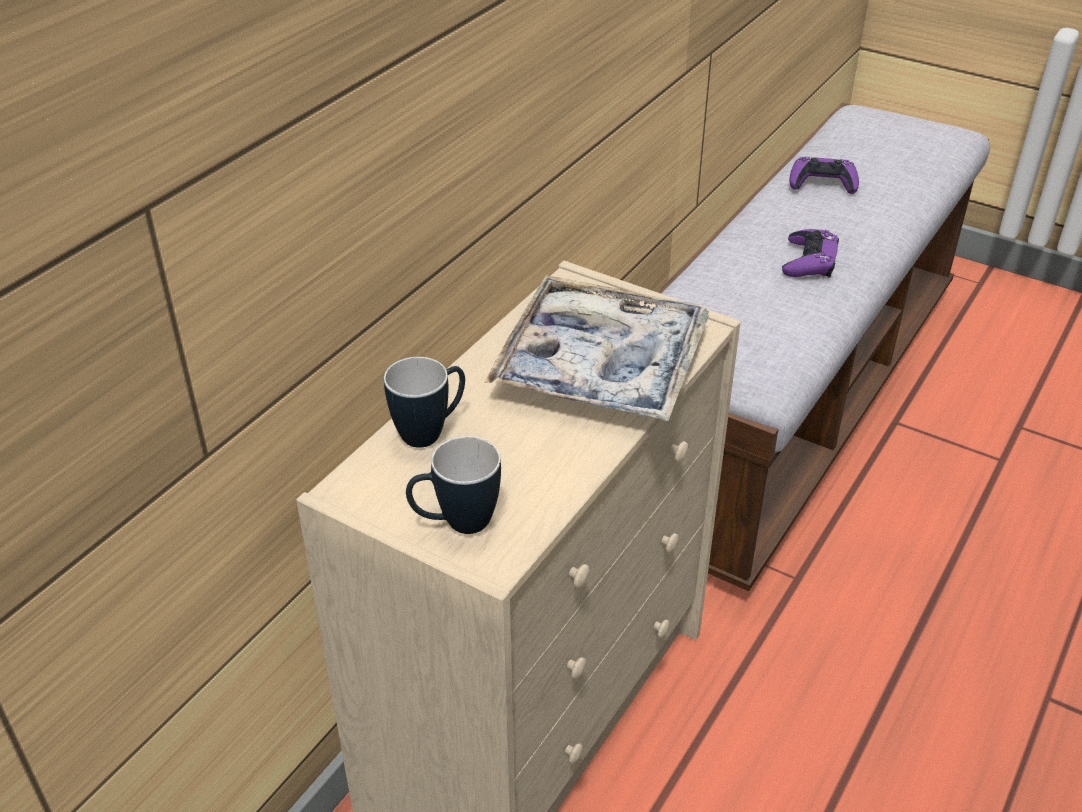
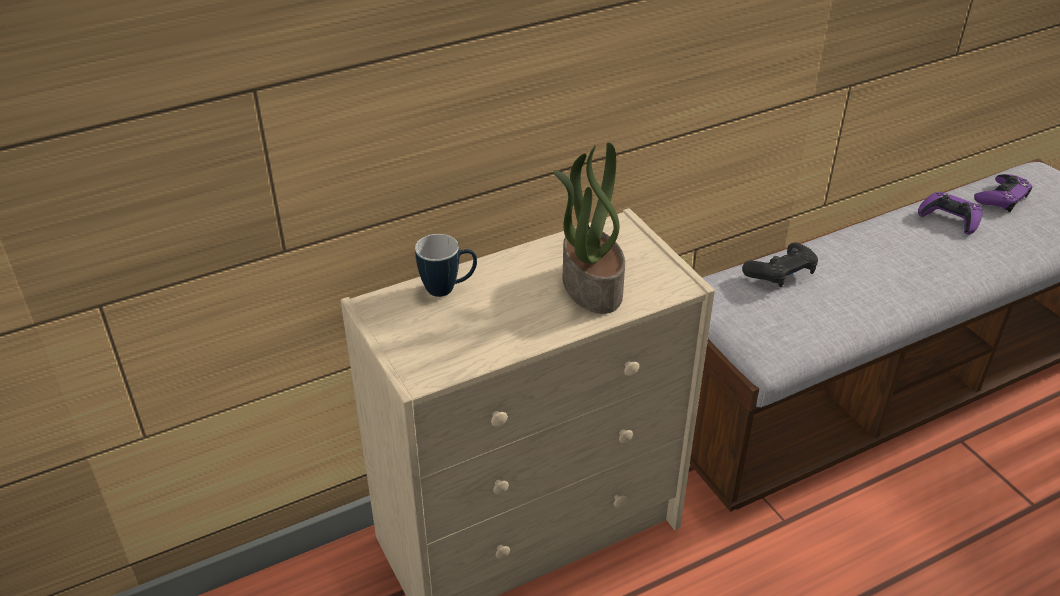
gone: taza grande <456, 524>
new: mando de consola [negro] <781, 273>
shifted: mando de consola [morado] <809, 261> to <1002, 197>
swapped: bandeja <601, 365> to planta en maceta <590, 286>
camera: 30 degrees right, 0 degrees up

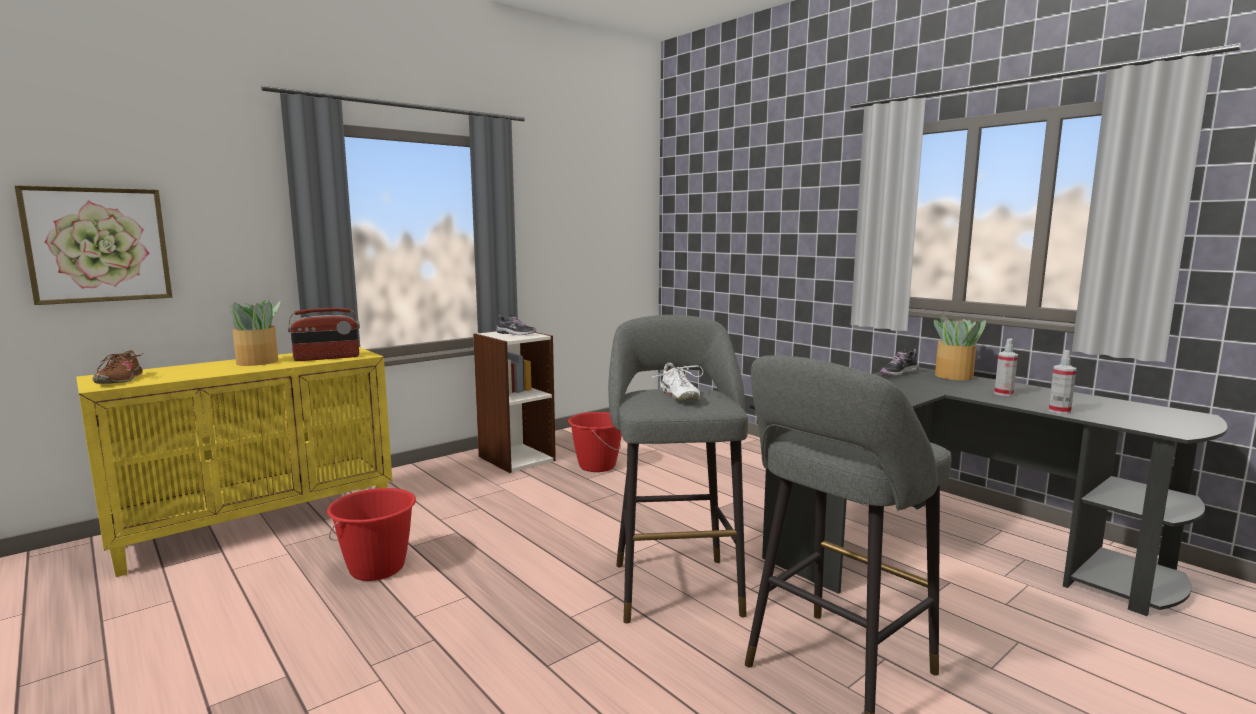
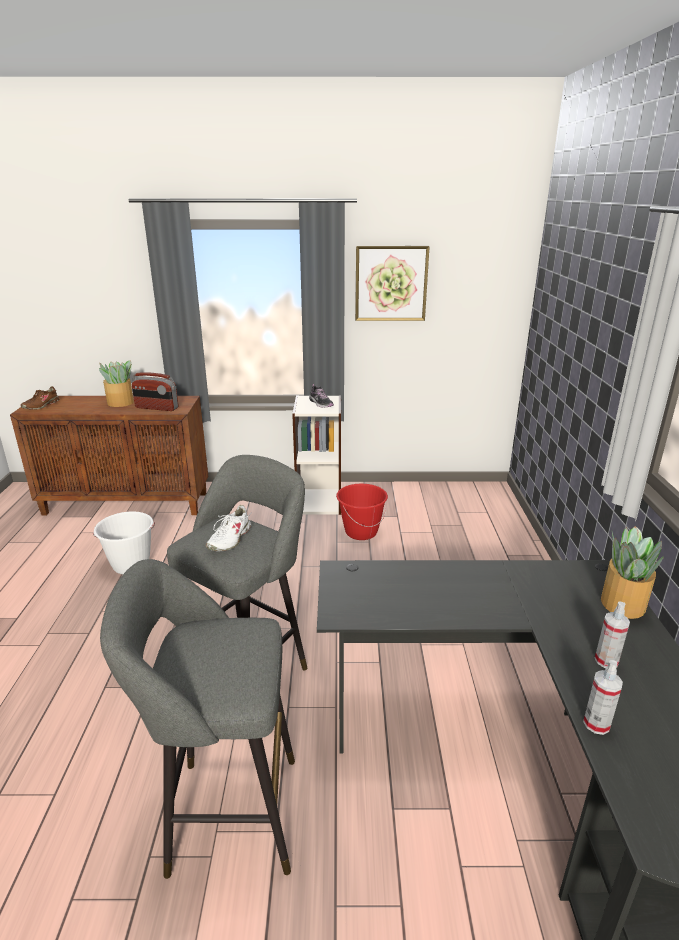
gone: zapato <898, 373>
shifted: cuadro <98, 245> to <391, 283>
repainted: armario [amarillo] <260, 524> to armario [marrón] <128, 503>; cubo [rojo] <377, 568> to cubo [blanco] <131, 565>
camera: 40 degrees right, 15 degrees up

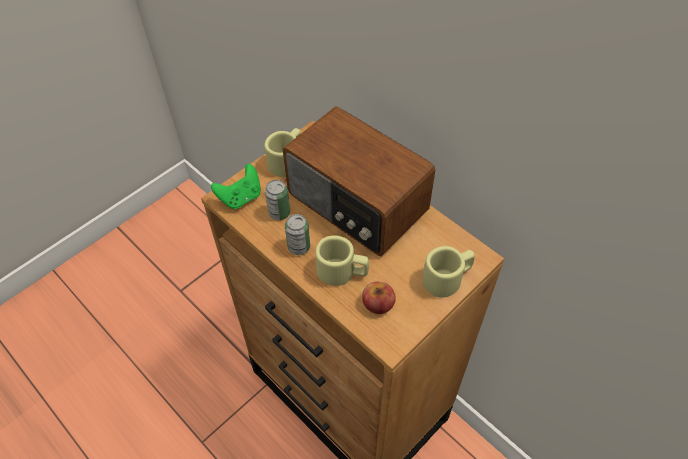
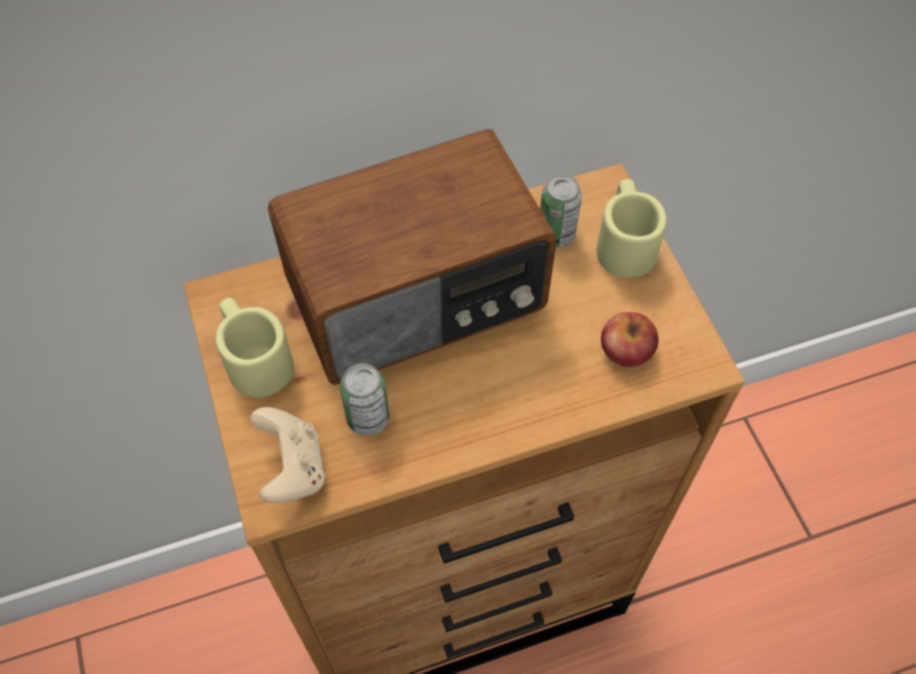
gone: taza grande [beis] <343, 272>
shifted: lata <299, 247> to <556, 234>
repainted: mando de consola [verde] <241, 197> to mando de consola [beis] <293, 469>
camera: 65 degrees left, 5 degrees up

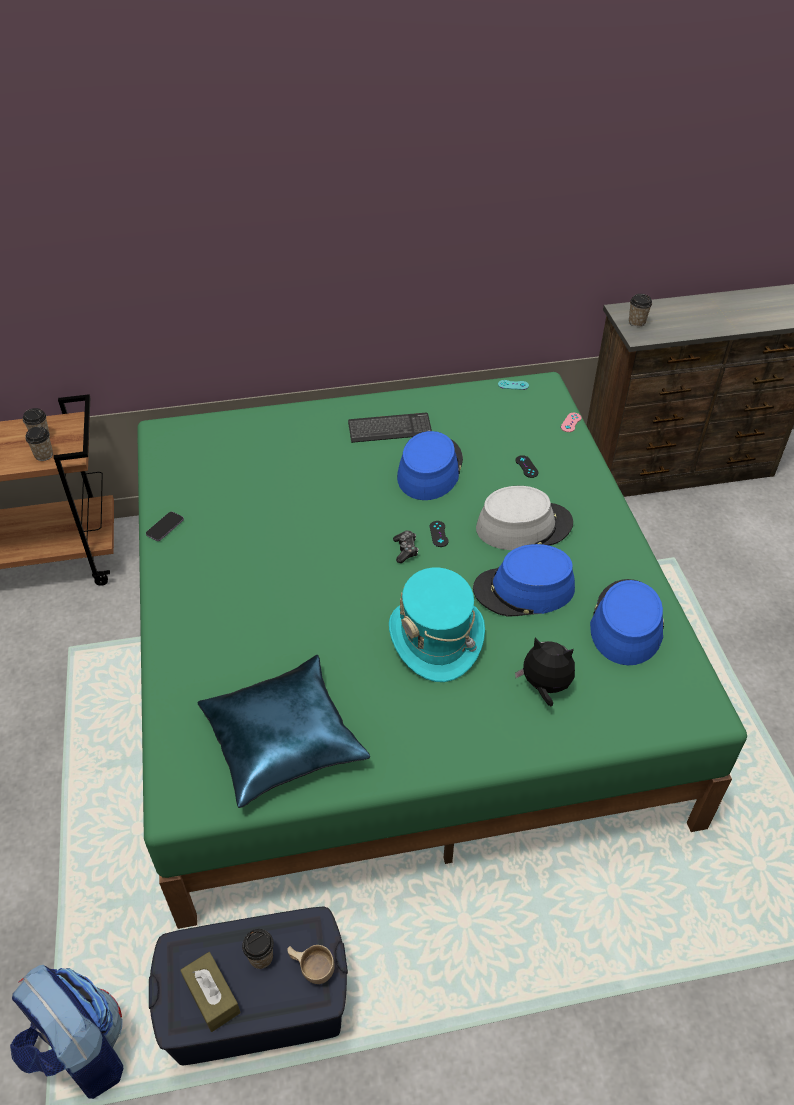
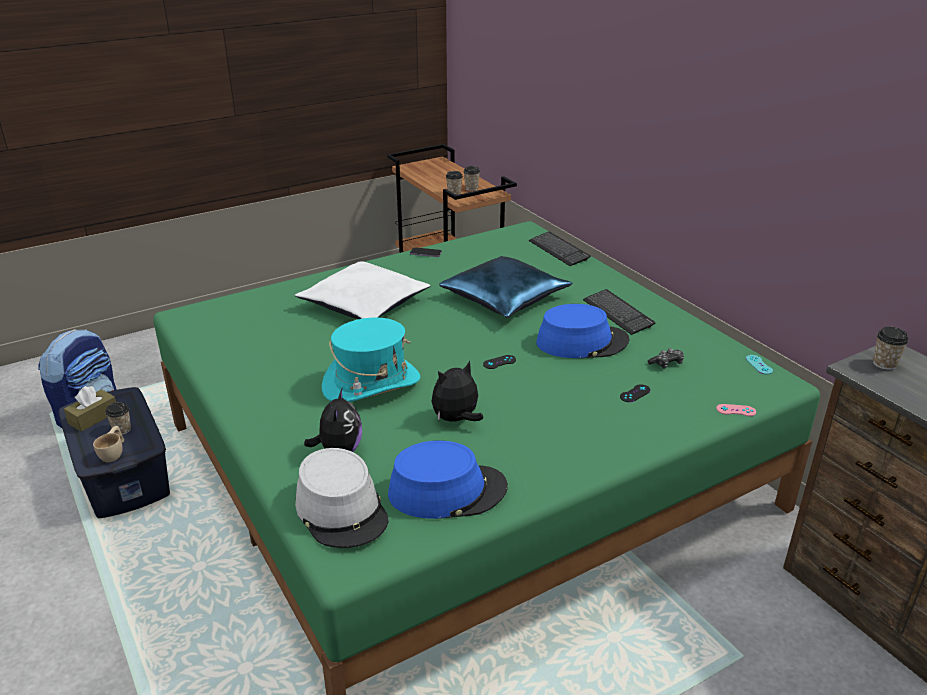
new: cojín [blanco] <365, 304>; teclado <559, 250>
shifted: sombrero [gris] <523, 526> to <342, 510>; cojín [azul] <282, 739> to <505, 297>; mando de consola <405, 550> to <666, 363>
swapped: sombrero [azul] <524, 590> to peluche <456, 420>
camera: 70 degrees right, 15 degrees down

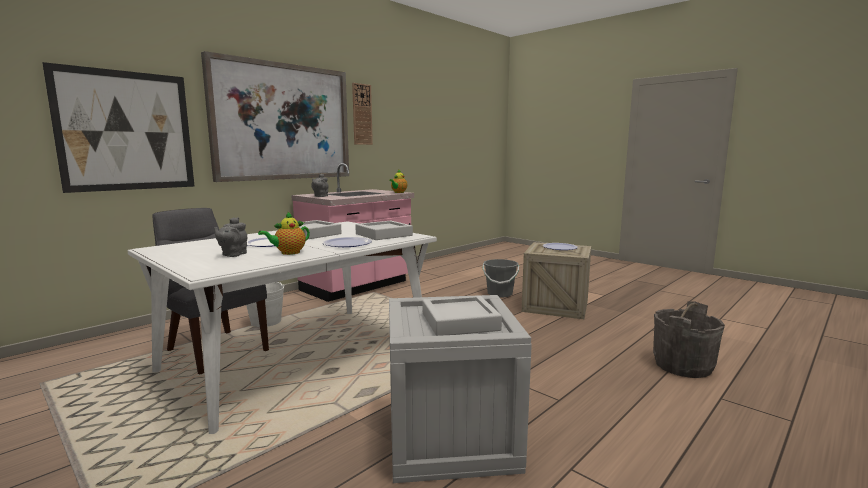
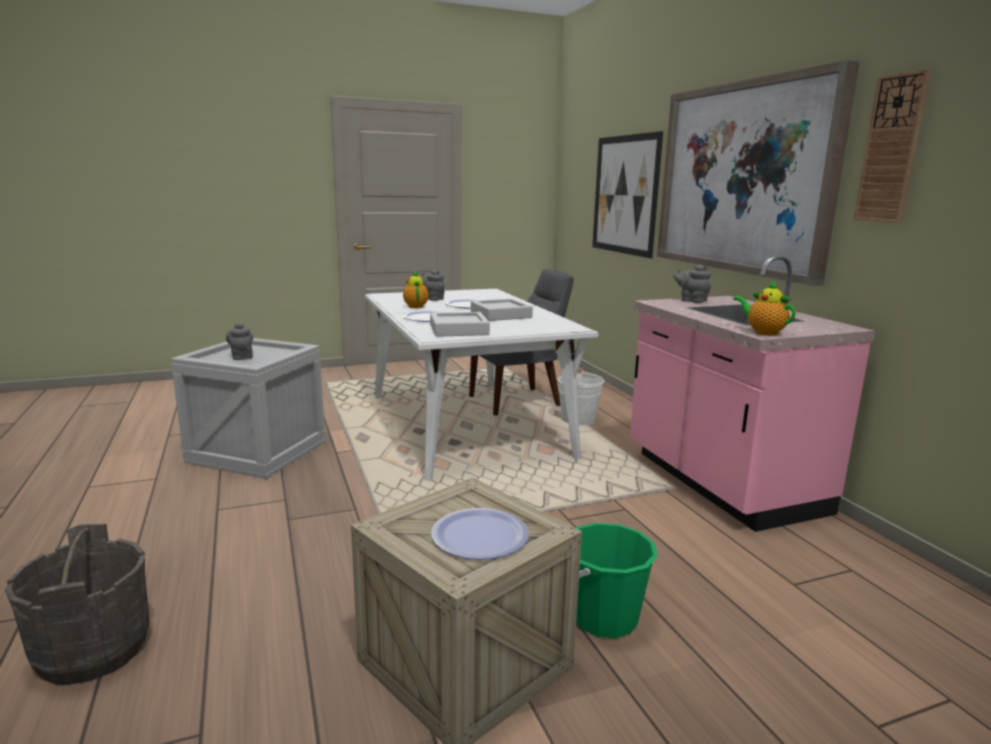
swapped: bandeja [gris] <460, 322> to tetera [gris] <242, 357>
repainted: cubo [gris] <500, 294> to cubo [verde] <604, 618>
camera: 115 degrees right, 5 degrees up

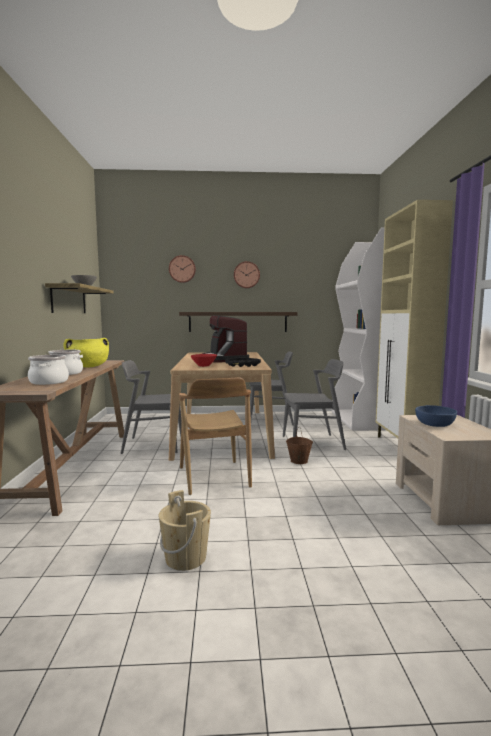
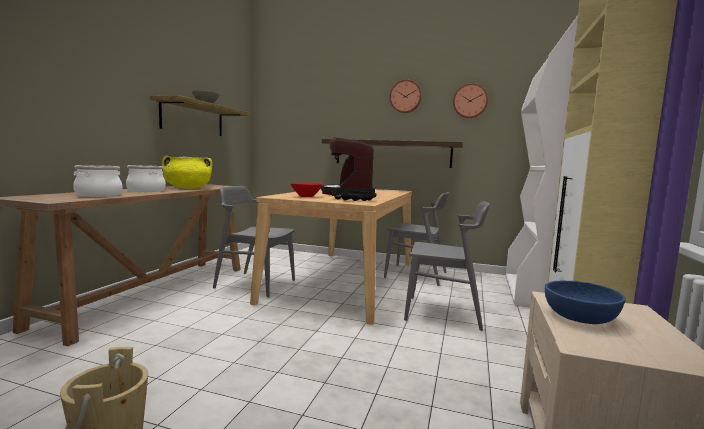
gone: silla [marrón] <213, 477>; cubo [marrón] <298, 461>
shifted: reloj de pared <182, 269> to <470, 101>
camera: 20 degrees right, 0 degrees up

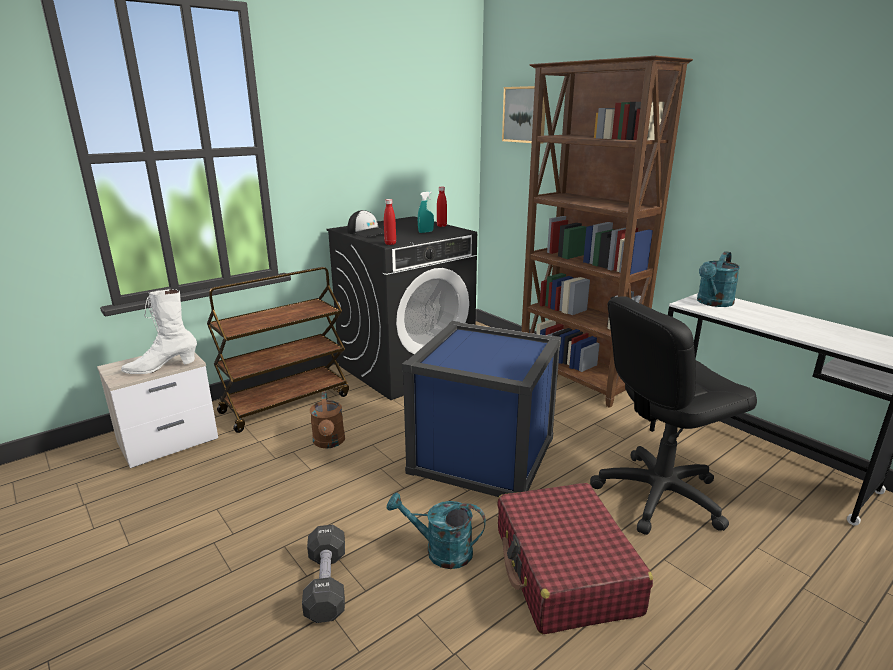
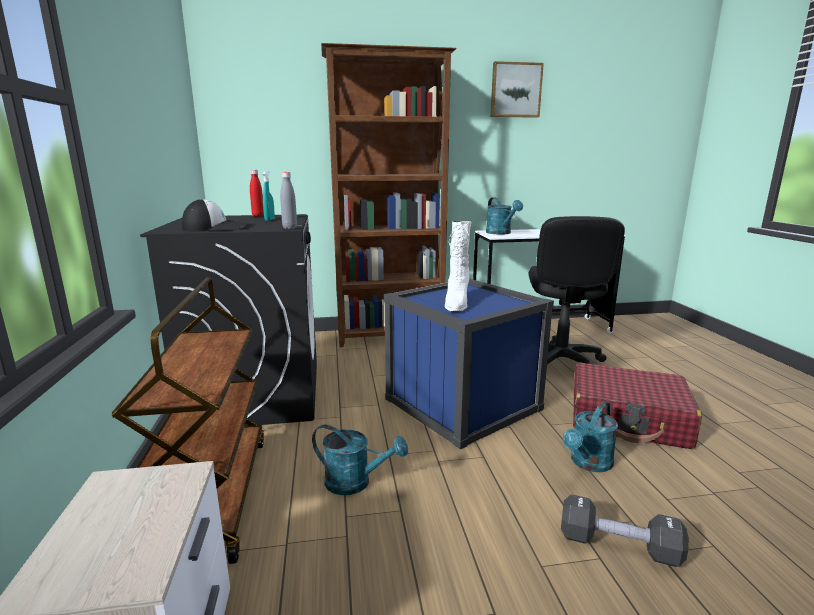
shifted: bota [blanco] <162, 368> to <456, 303>; cuadro <525, 114> to <515, 90>
repainted: botella [rojo] <390, 244> to botella [gris] <290, 228>; regadera [marrón] <329, 443> to regadera [turquesa] <355, 482>
camera: 60 degrees left, 5 degrees down

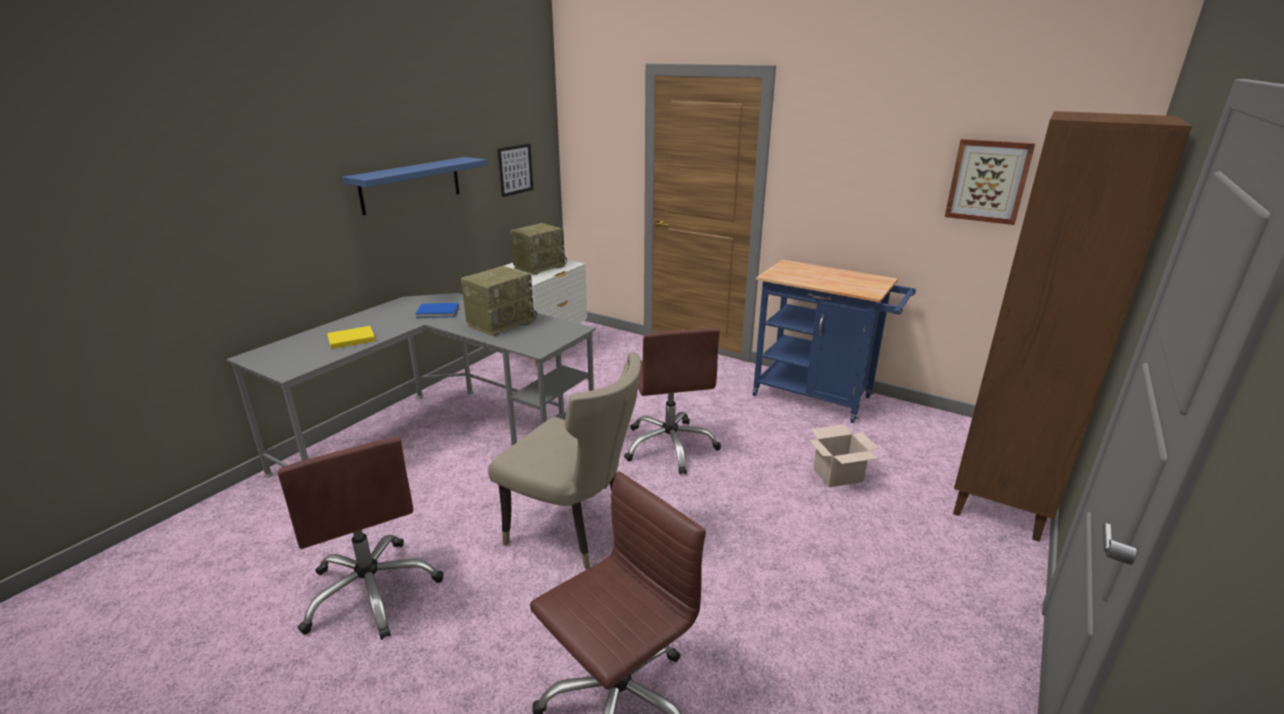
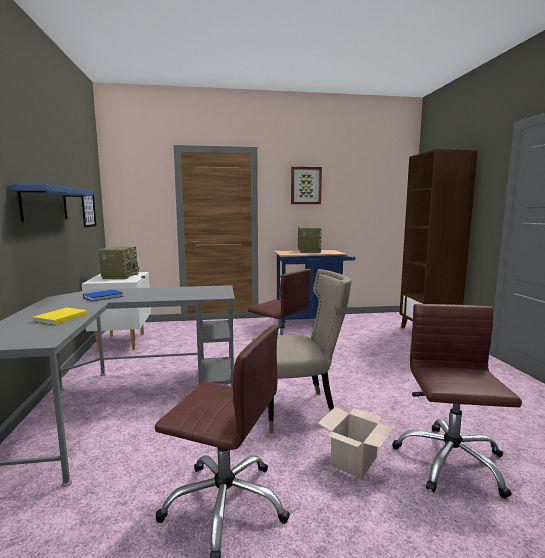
shifted: cuadro <988, 181> to <305, 185>; radio <501, 323> to <308, 251>; caja de cartón <837, 476> to <354, 462>
camera: 40 degrees left, 15 degrees down

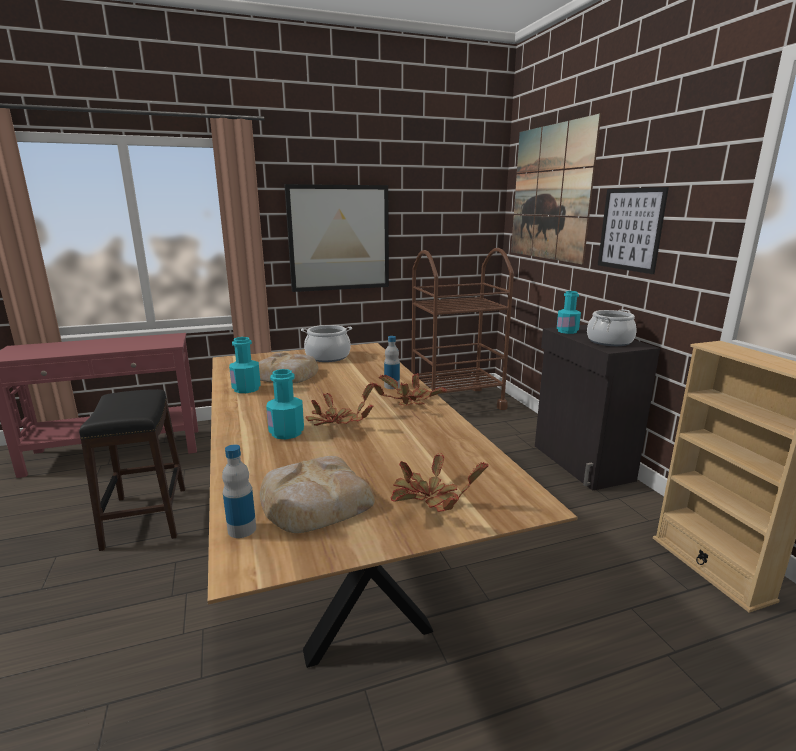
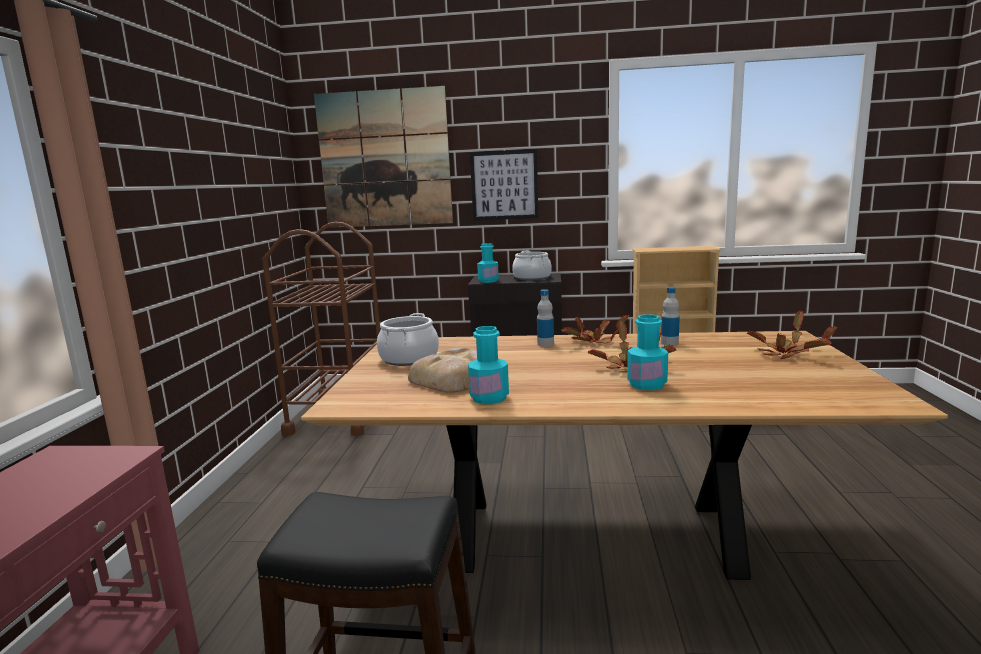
gone: pan <313, 501>; cuadro <339, 238>
shifted: botella <242, 529> to <669, 343>
camera: 65 degrees left, 5 degrees down

